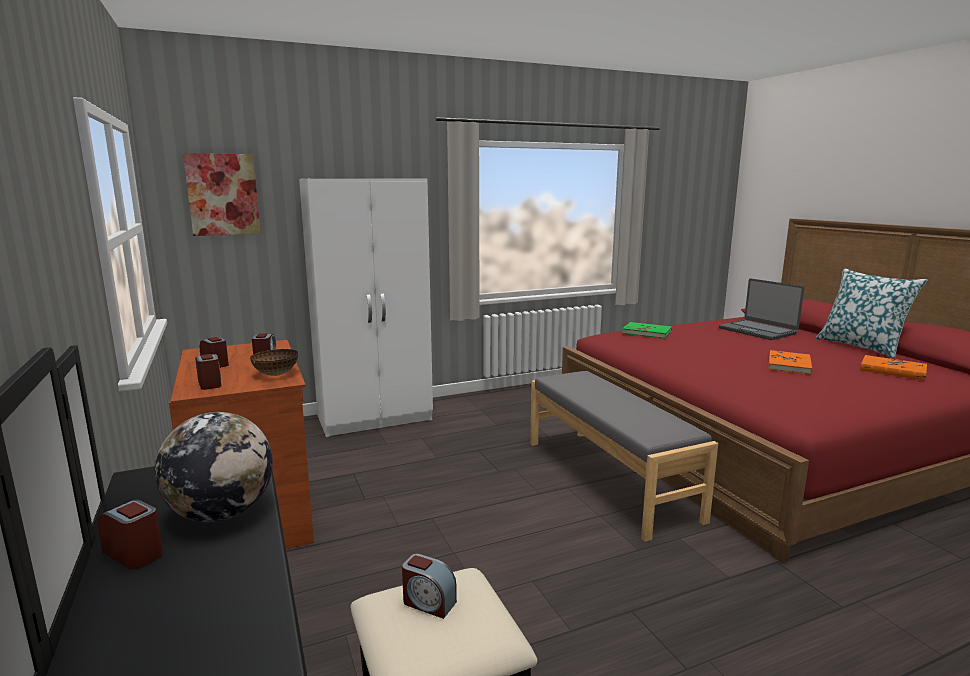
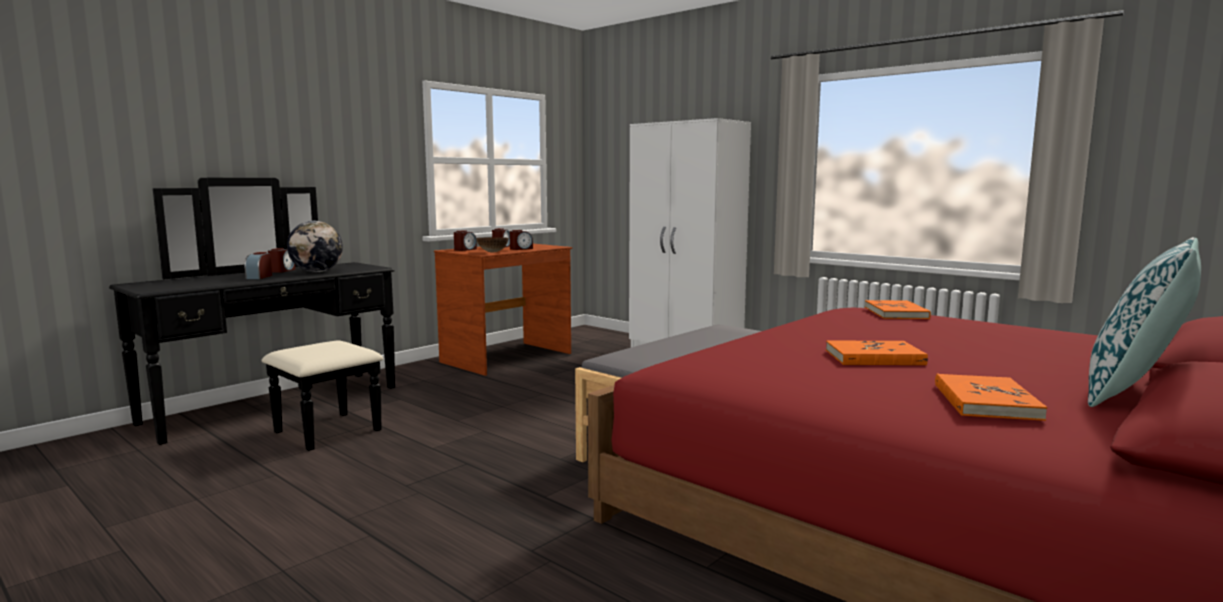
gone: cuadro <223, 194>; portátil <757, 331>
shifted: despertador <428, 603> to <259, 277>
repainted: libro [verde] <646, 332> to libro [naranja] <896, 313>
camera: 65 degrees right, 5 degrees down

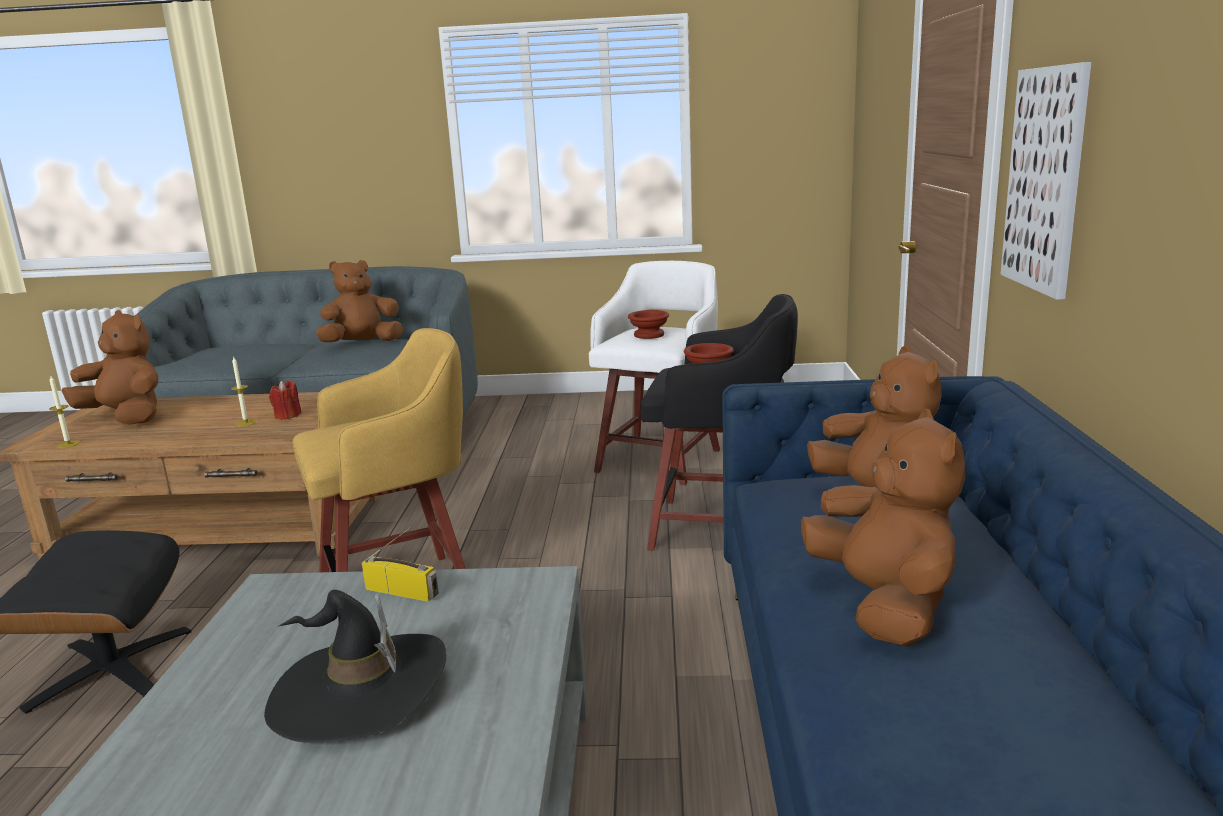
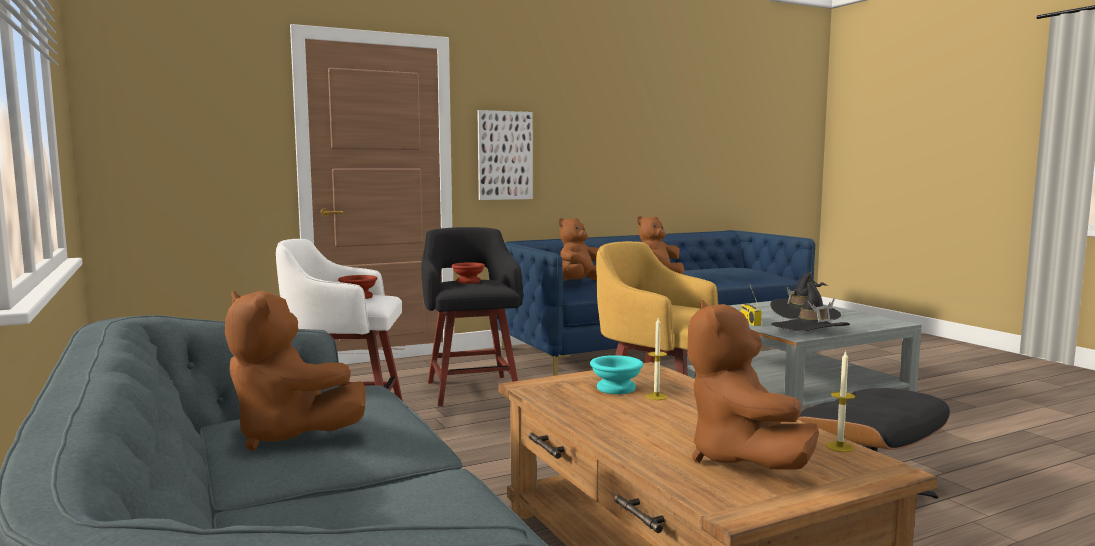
new: sombrero [negro] <809, 329>
swapped: vela [rojo] <287, 415> to cuenco [turquesa] <615, 389>
camera: 120 degrees left, 10 degrees down

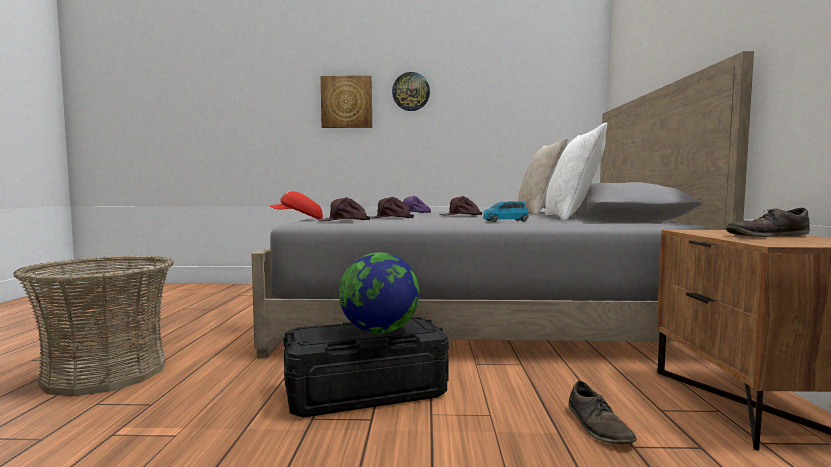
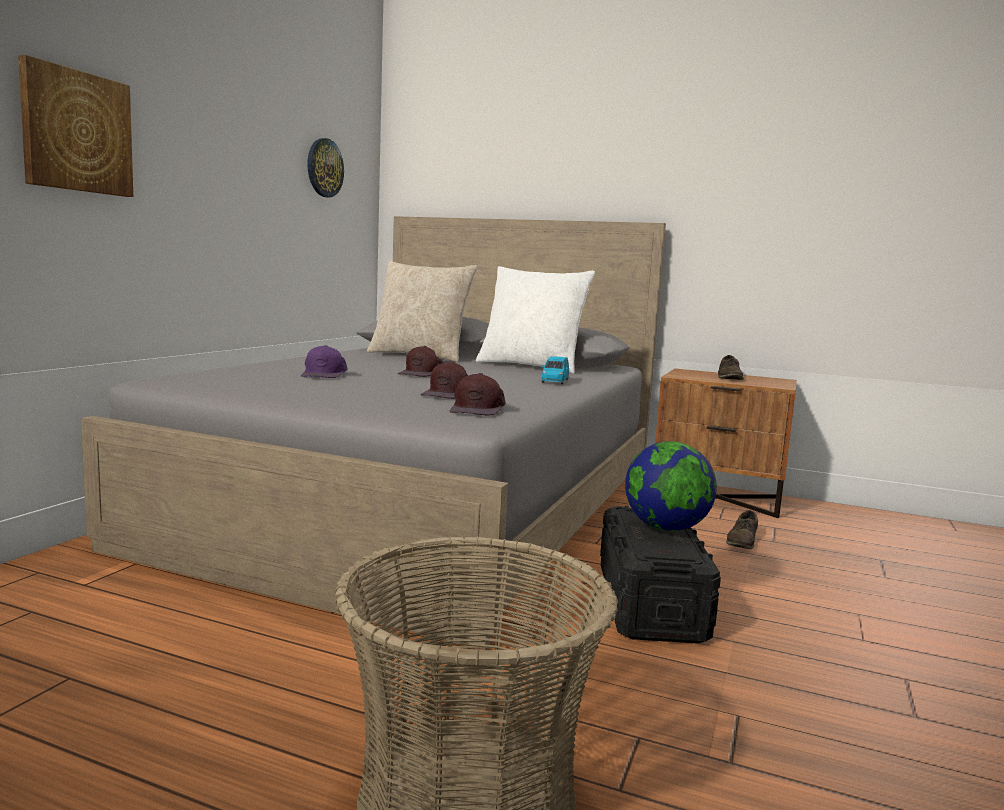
gone: gorra [rojo] <297, 219>
shifted: reloj de pared <411, 91> to <324, 168>
rotated: zapato [marrón] <598, 426> = <742, 541> 105 degrees clockwise
camera: 70 degrees left, 5 degrees up

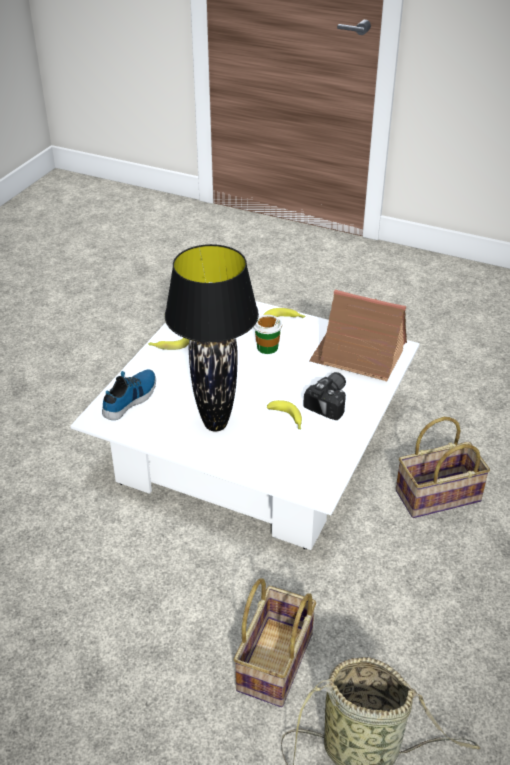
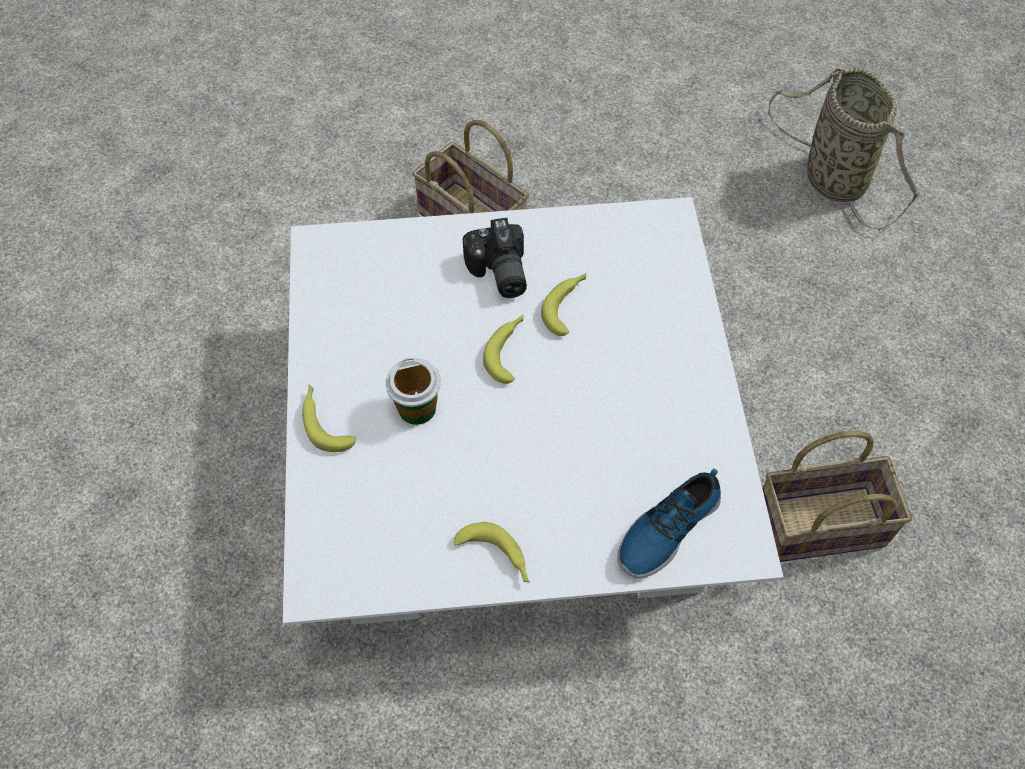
gone: lámpara de mesa [negro] <216, 424>; casita <358, 356>
new: plátano <508, 350>
shifted: cesta <276, 664> to <821, 522>
rotated: cámara <331, 402> = <497, 273> 105 degrees counterclockwise; zapato <131, 398> = <666, 528> 45 degrees counterclockwise
camera: 120 degrees left, 20 degrees up

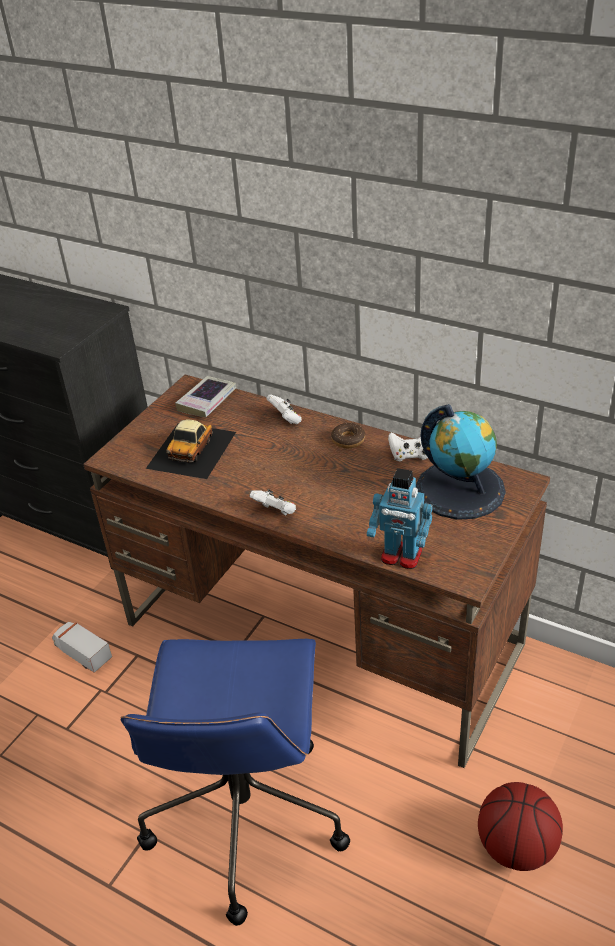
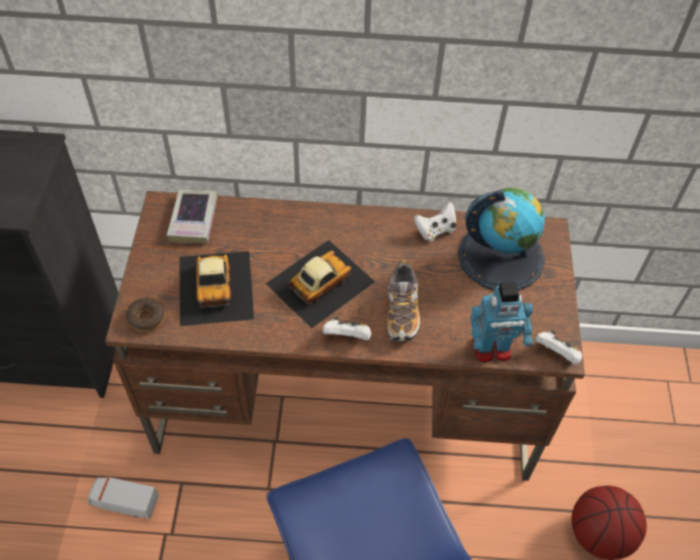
new: coche de juguete <319, 282>; zapato <402, 311>
shifted: rosquilla <348, 440> to <146, 318>; mando de consola [blanco] <286, 419> to <556, 354>
camera: 30 degrees left, 15 degrees up

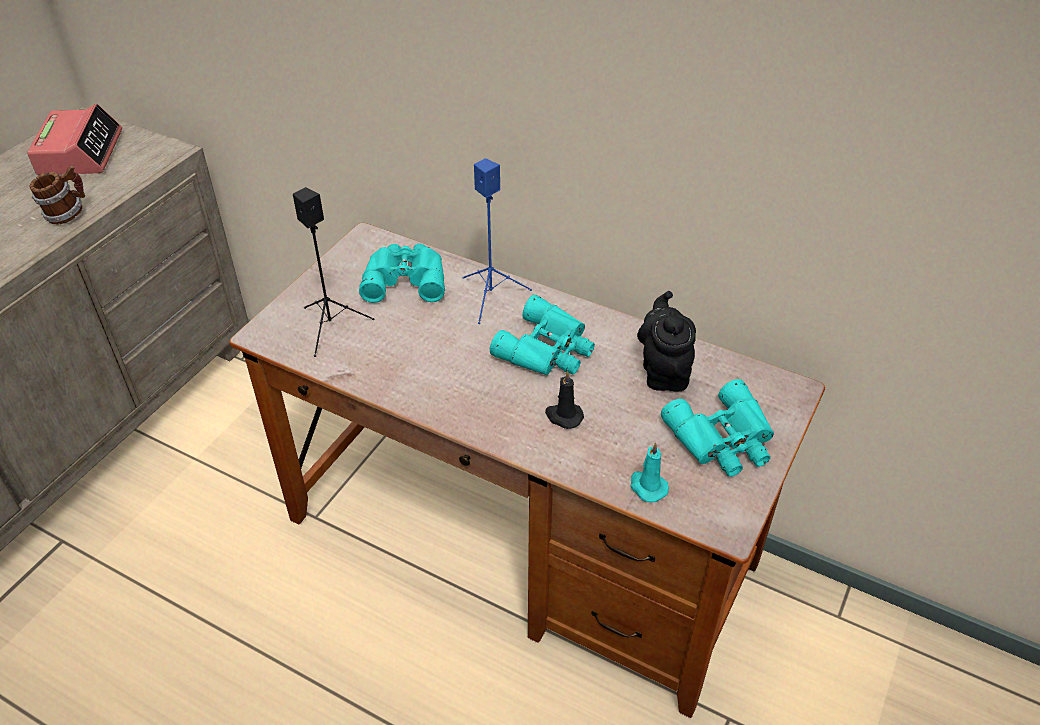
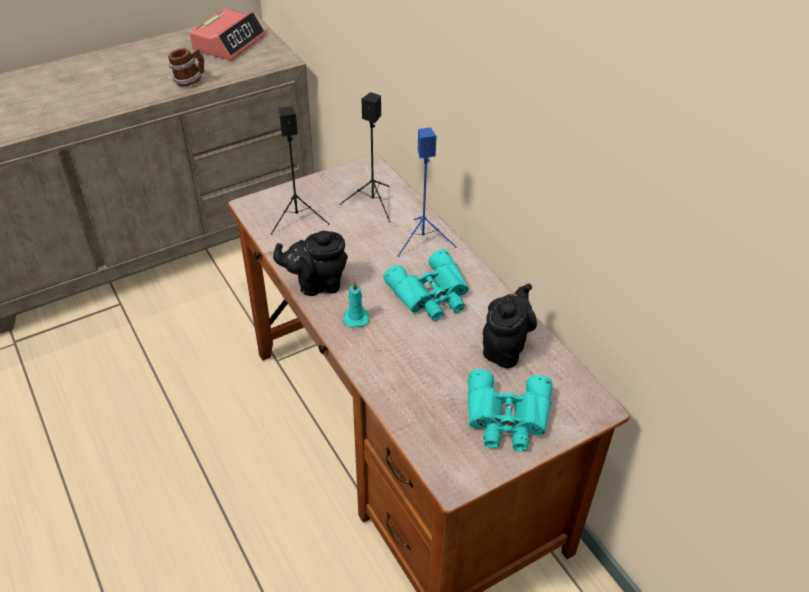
gone: vela [negro] <563, 416>
new: tetera [negro] <316, 284>
shifted: vela [turquesa] <647, 486> to <356, 317>
swapped: prismáticos [turquesa] <405, 278> to altavoz [negro] <373, 204>
camera: 30 degrees right, 0 degrees up

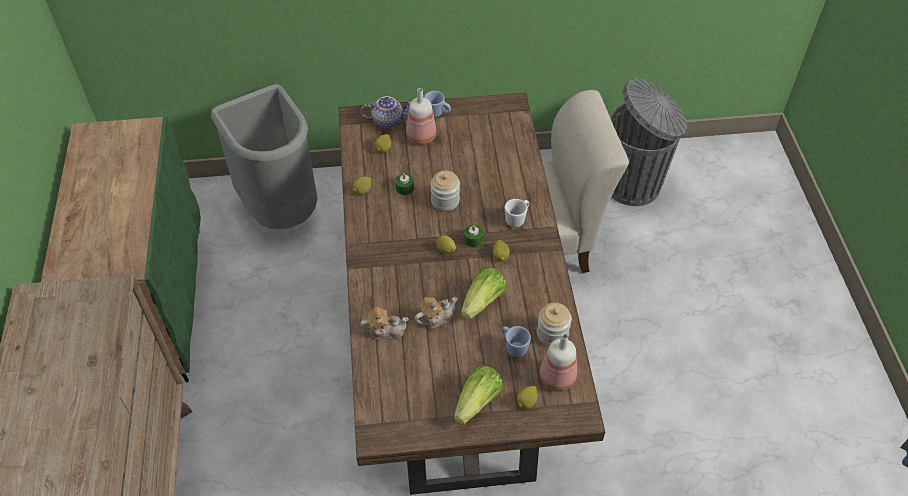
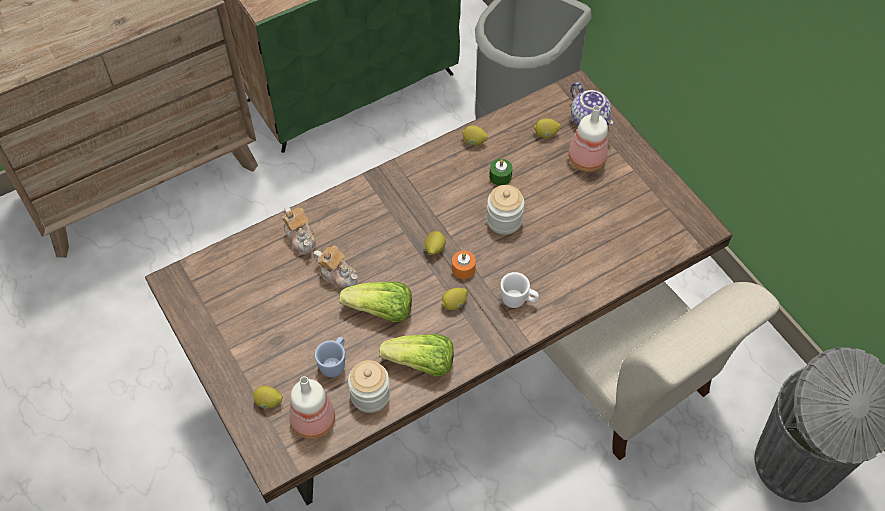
gone: taza grande [azul] <437, 113>
shifted: lechuga <477, 401> to <421, 364>
repainted: vela [verde] <473, 239> to vela [naranja] <463, 268>
camera: 65 degrees right, 5 degrees up

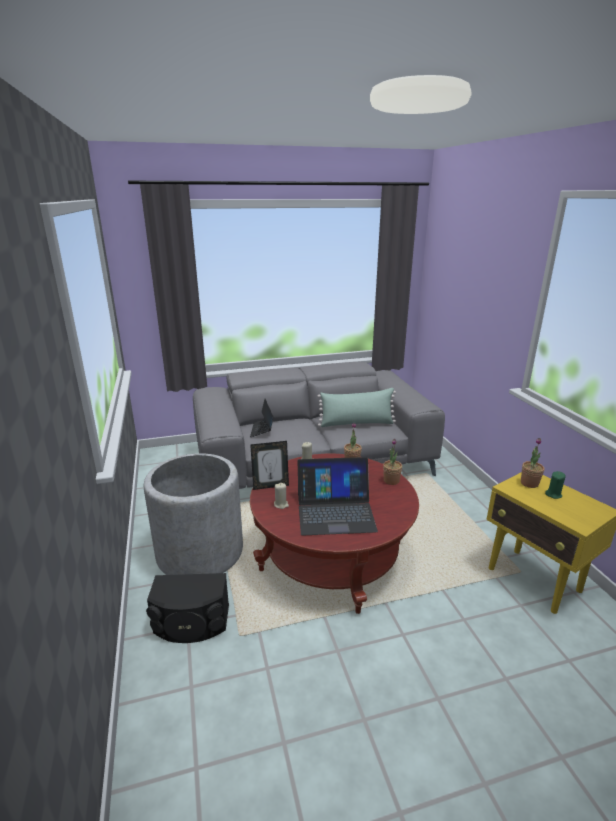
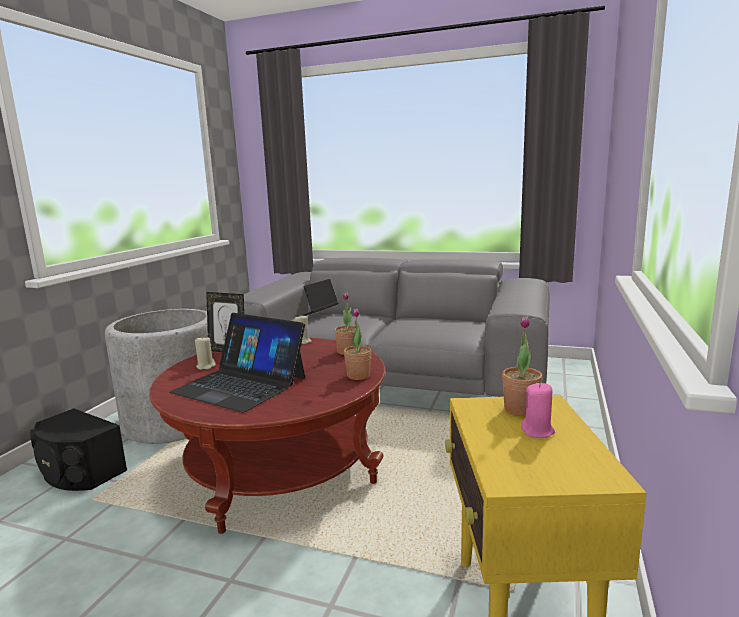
gone: cojín [verde] <356, 423>
repainted: vela [verde] <553, 494> to vela [rosa] <538, 431>
camera: 35 degrees right, 10 degrees down

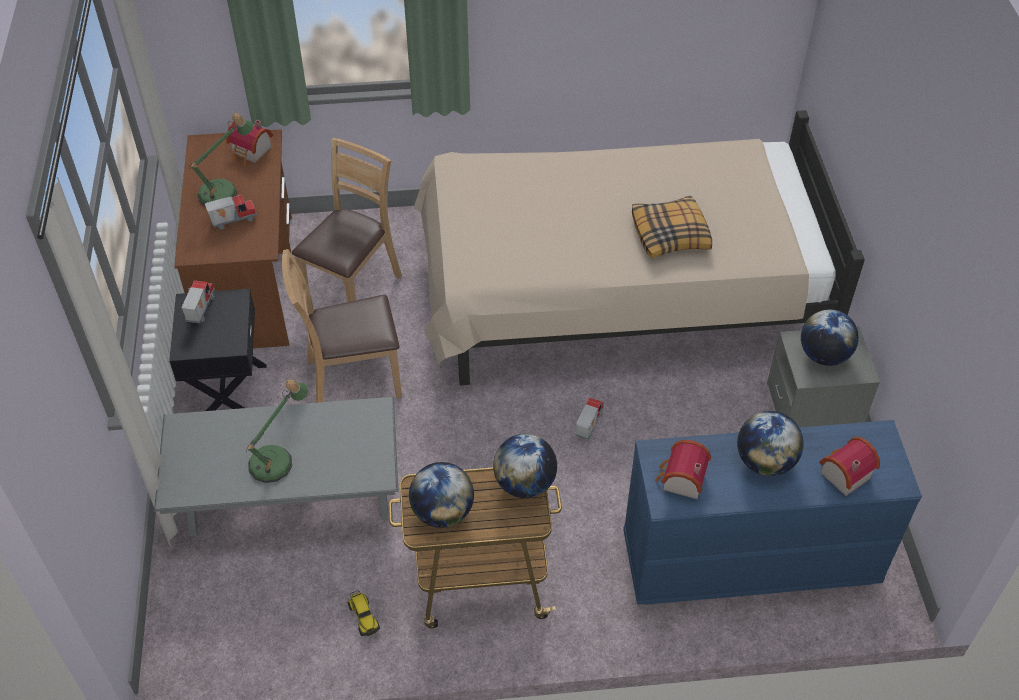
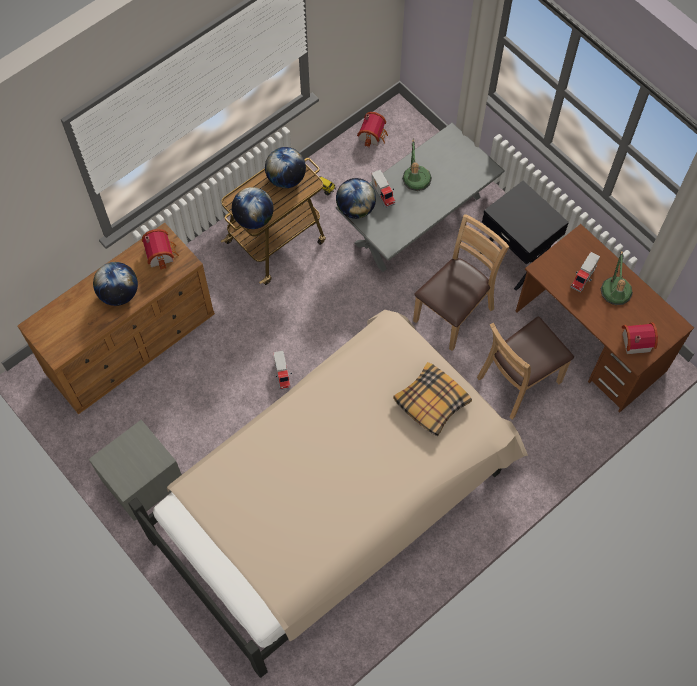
shifted: globo terráqueo <824, 355> to <355, 209>; casita <842, 474> to <373, 135>; camión de juguete <200, 309> to <383, 194>; cojín <671, 234> to <431, 402>
repainted: cómoda [azul] <748, 559> to cómoda [marrón] <132, 344>
rotated: silla [marrón] <353, 288> = <518, 381> 60 degrees clockwise
camera: 145 degrees right, 15 degrees up

